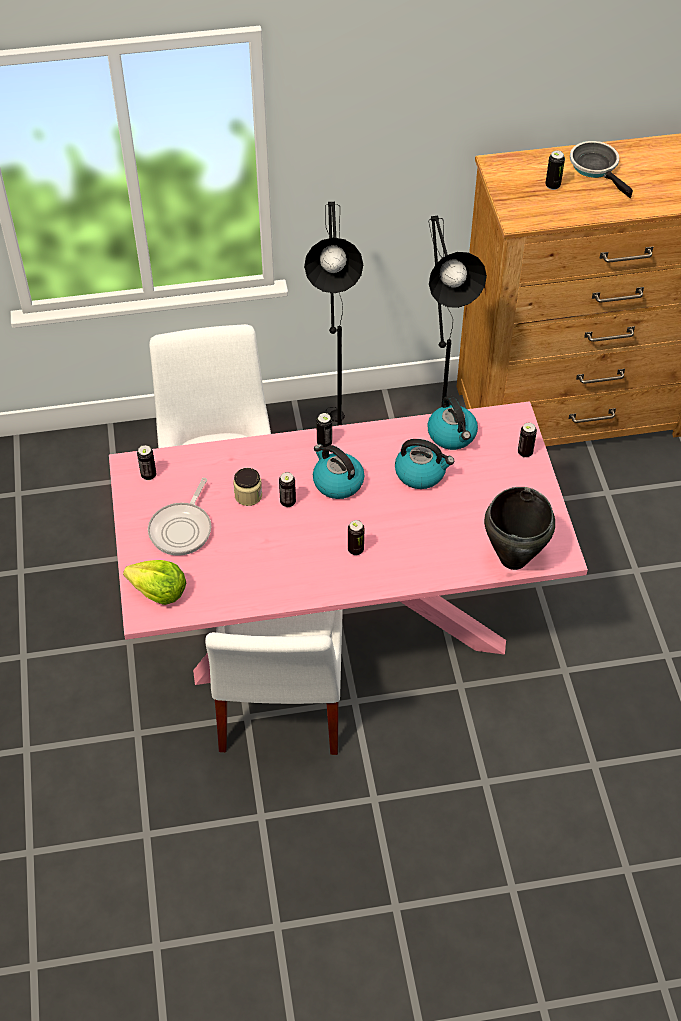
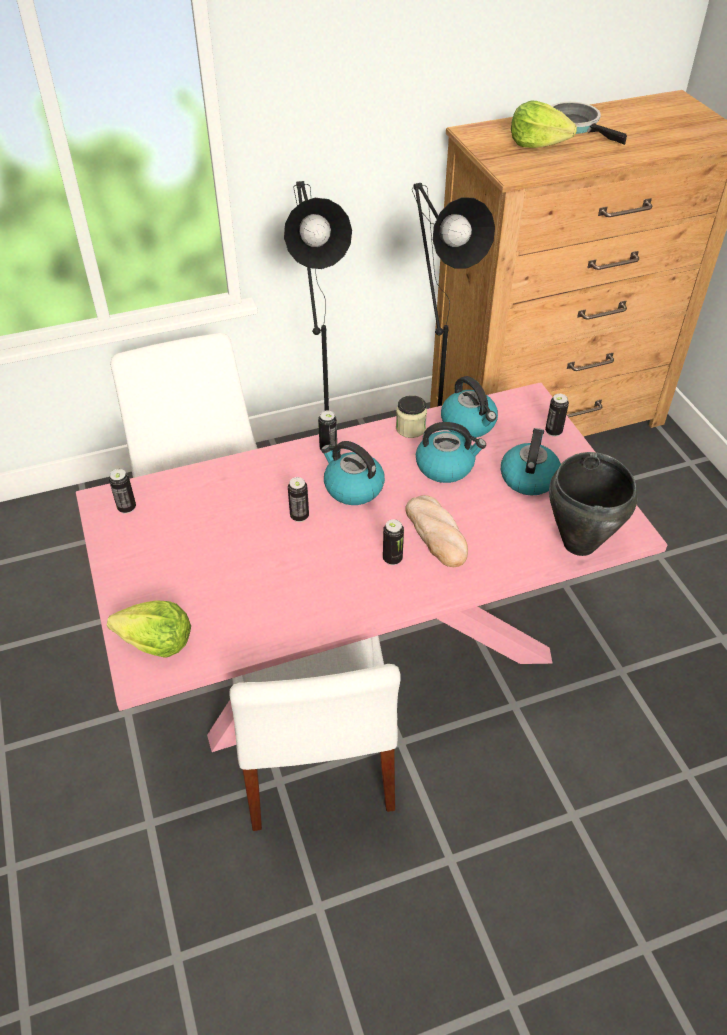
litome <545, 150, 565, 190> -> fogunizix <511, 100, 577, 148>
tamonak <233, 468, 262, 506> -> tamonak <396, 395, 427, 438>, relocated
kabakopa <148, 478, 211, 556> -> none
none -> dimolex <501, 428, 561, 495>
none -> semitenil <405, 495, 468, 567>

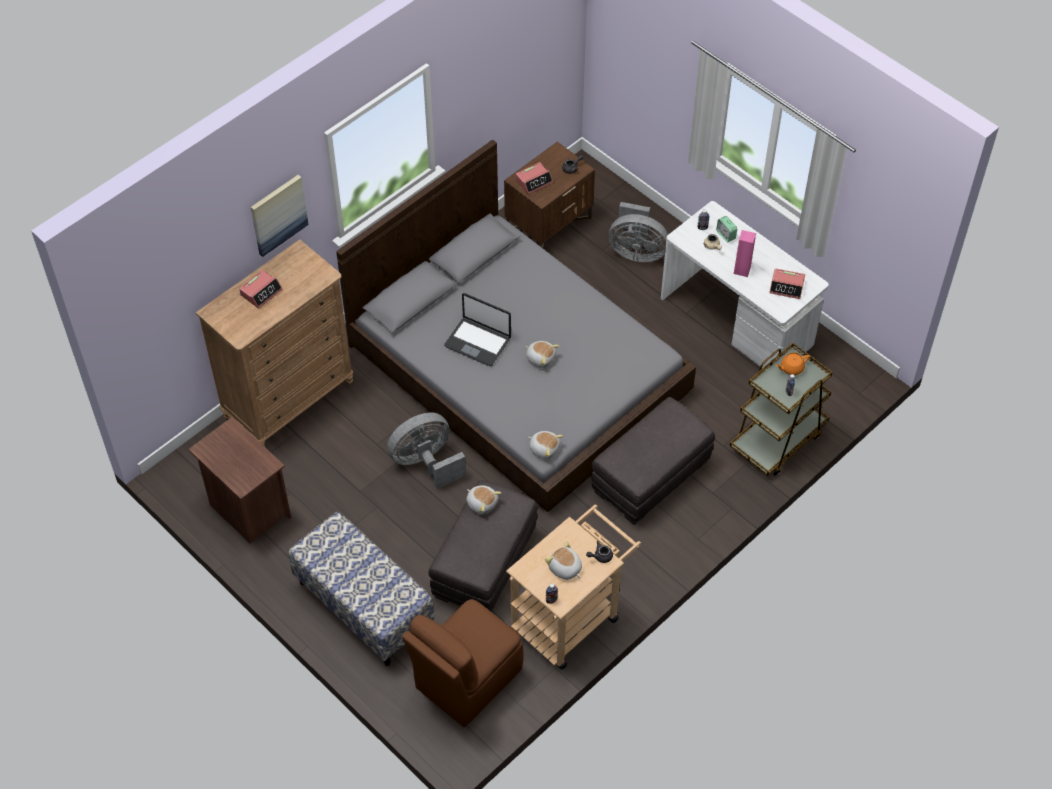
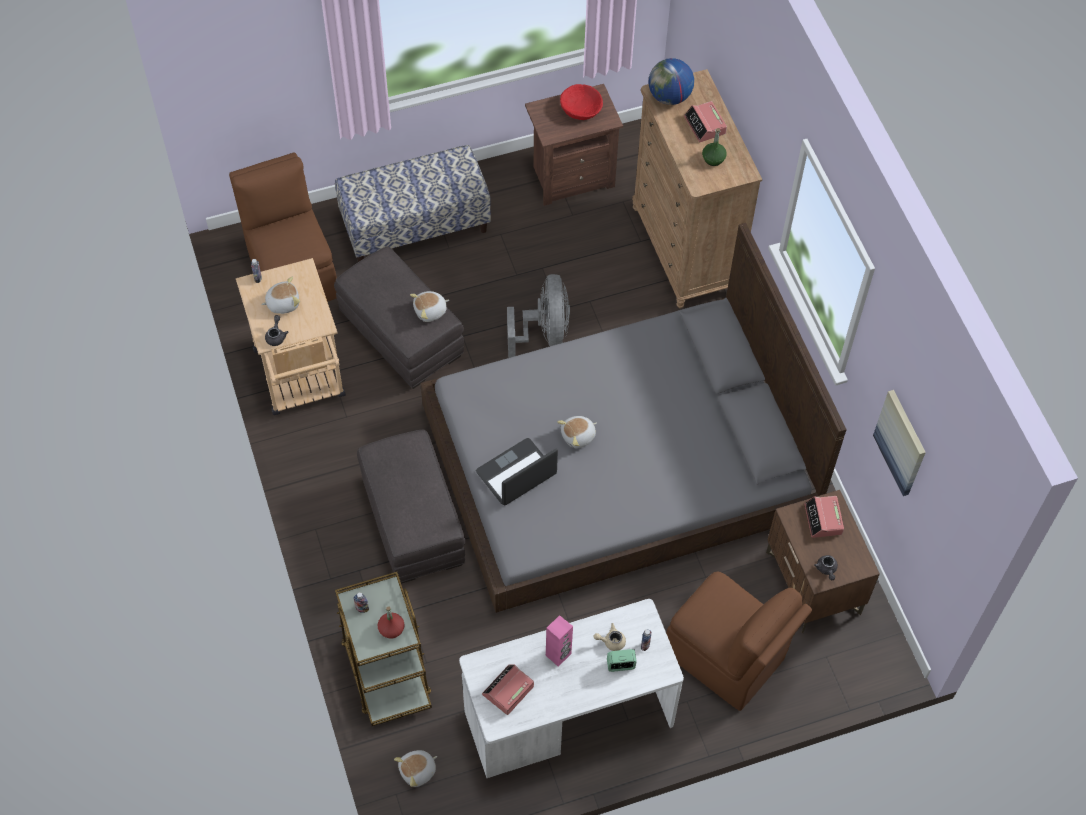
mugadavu <251, 175, 309, 257> -> mugadavu <873, 390, 926, 496>, relocated
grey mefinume <609, 202, 668, 262> -> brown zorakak <666, 572, 812, 711>
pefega <444, 293, 511, 366> -> pefega <476, 438, 558, 505>, relocated
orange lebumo <776, 352, 810, 375> -> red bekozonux <378, 607, 404, 639>
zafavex <528, 431, 563, 459> -> zafavex <394, 750, 438, 787>, relocated
none -> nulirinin <648, 58, 694, 105>
none -> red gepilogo <560, 84, 603, 120>
none -> green bekozonux <702, 128, 727, 166>

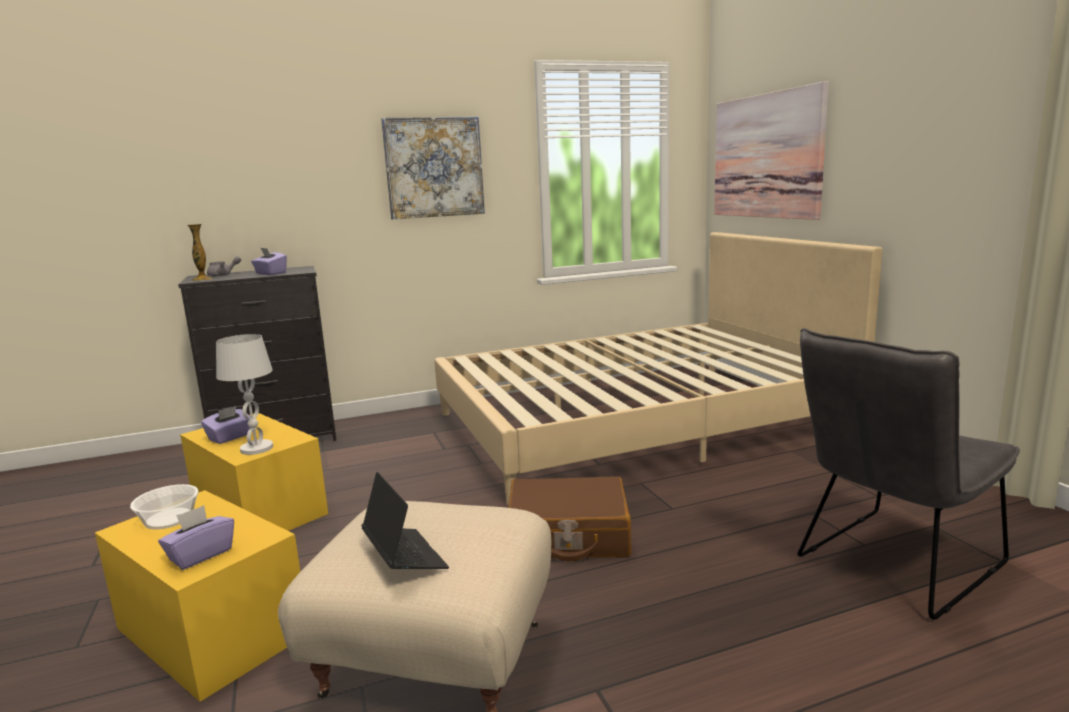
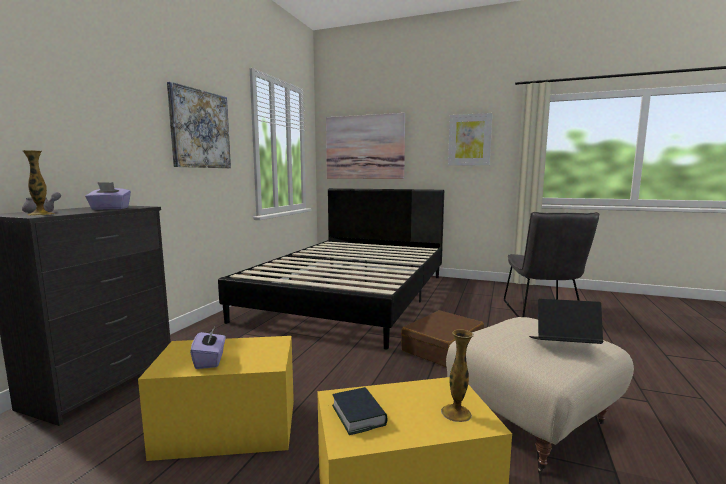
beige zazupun <434, 232, 882, 506> -> black zazupun <218, 188, 444, 349>
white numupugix <216, 334, 273, 455> -> none
gepilogo <130, 484, 198, 530> -> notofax <332, 387, 387, 435>
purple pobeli <158, 505, 234, 570> -> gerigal <441, 329, 474, 422>
none -> mugadavu <448, 113, 492, 166>

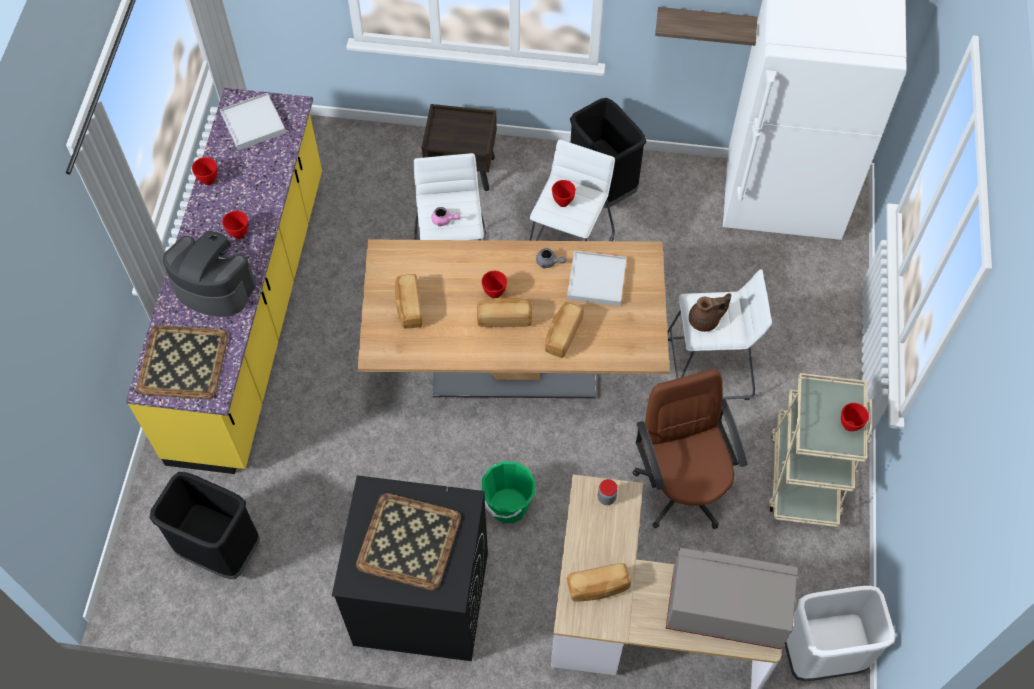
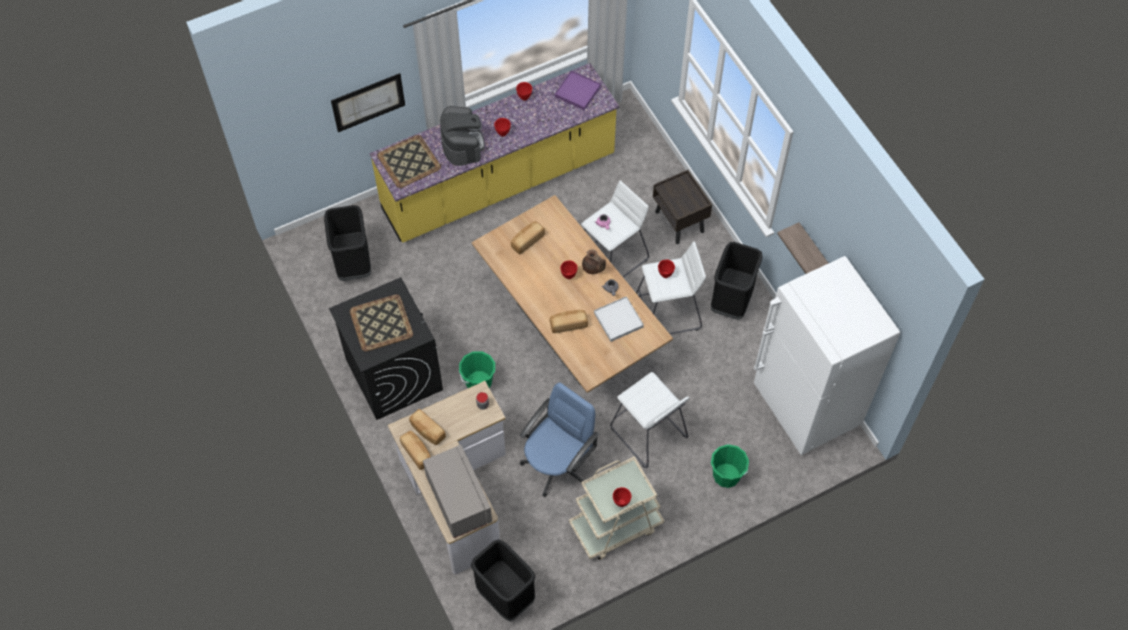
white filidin <220, 93, 286, 150> -> purple filidin <555, 70, 601, 110>
brown lebumo <689, 293, 731, 332> -> brown lebumo <582, 249, 606, 274>, relocated
semitenil <477, 298, 532, 327> -> semitenil <400, 431, 431, 470>, relocated
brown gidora <633, 369, 747, 529> -> blue gidora <520, 383, 599, 497>
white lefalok <785, 586, 895, 681> -> black lefalok <471, 539, 536, 621>
none -> mugadavu <331, 73, 405, 132>
none -> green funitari <711, 444, 749, 488>

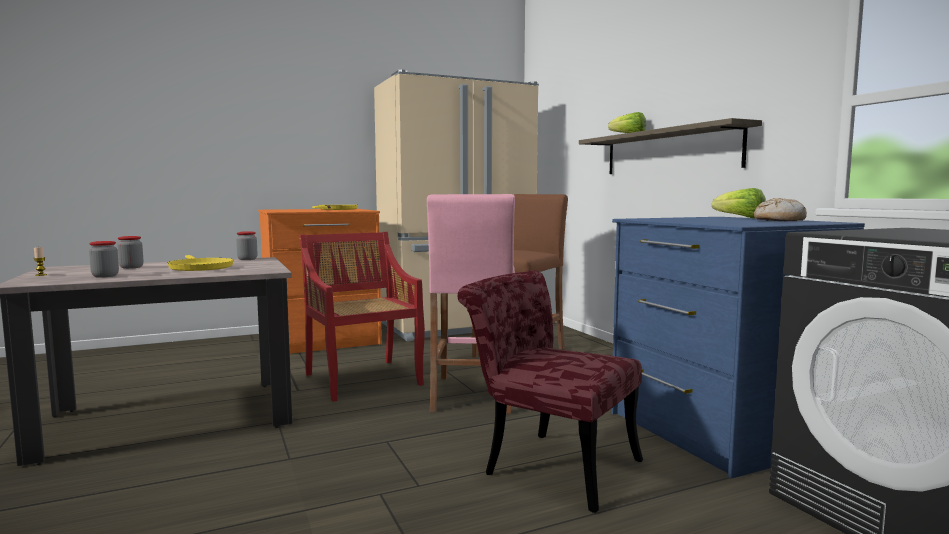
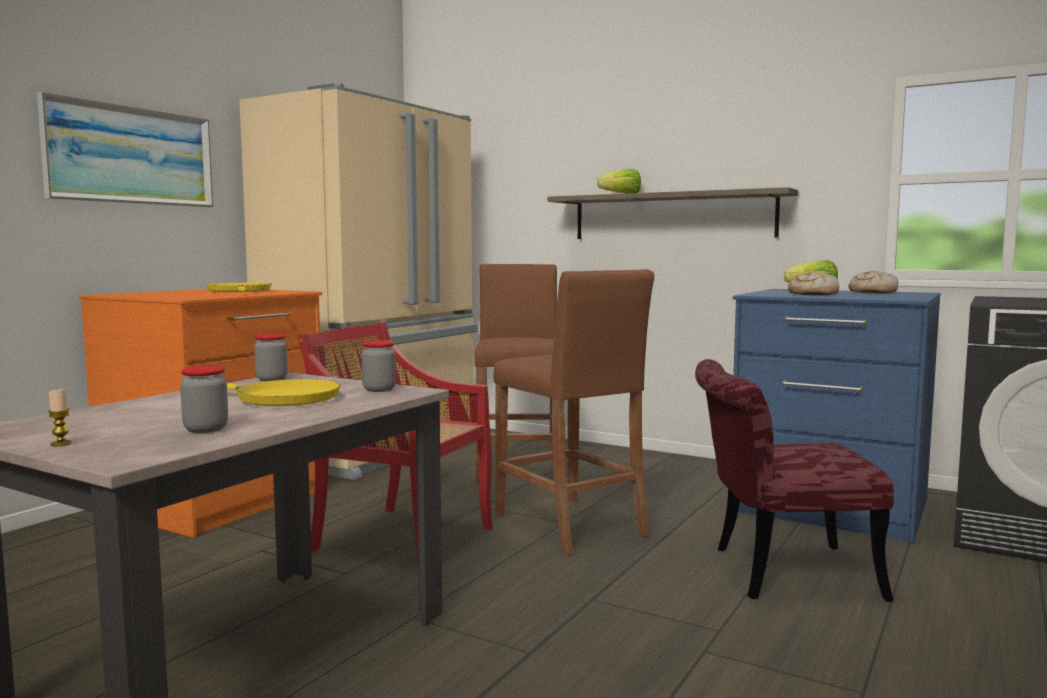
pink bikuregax <427, 194, 515, 414> -> brown bikuregax <493, 269, 654, 555>
tamonak <117, 236, 143, 269> -> tamonak <362, 340, 396, 392>, relocated
none -> mugadavu <37, 92, 213, 207>
none -> semitenil <788, 272, 839, 295>

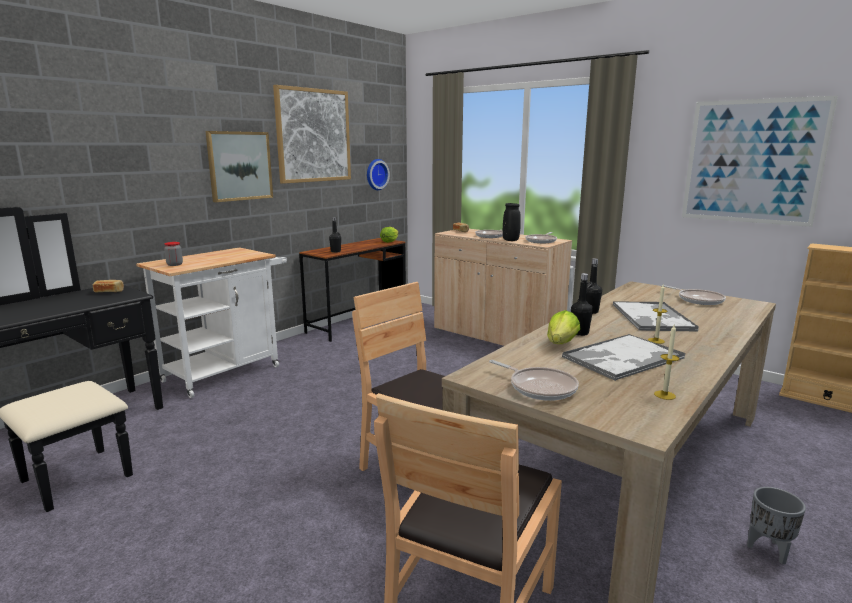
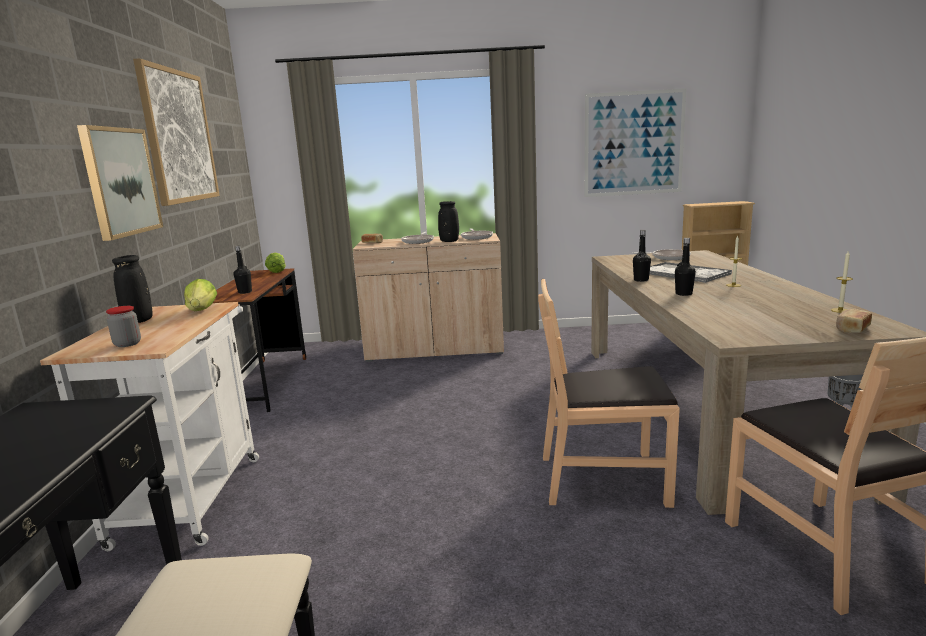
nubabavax <367, 159, 390, 190> -> none
semitenil <93, 280, 124, 292> -> semitenil <836, 309, 872, 333>, relocated
fogunizix <547, 310, 580, 344> -> fogunizix <184, 279, 217, 311>, relocated
filidin <562, 334, 685, 381> -> none
kabakopa <489, 360, 579, 401> -> none
none -> black gerigal <112, 255, 152, 323>

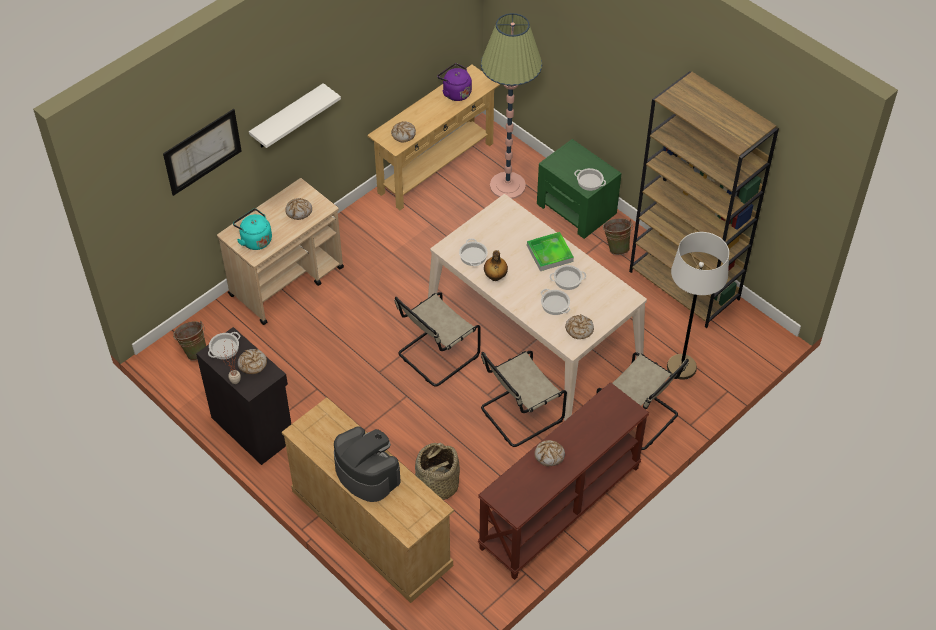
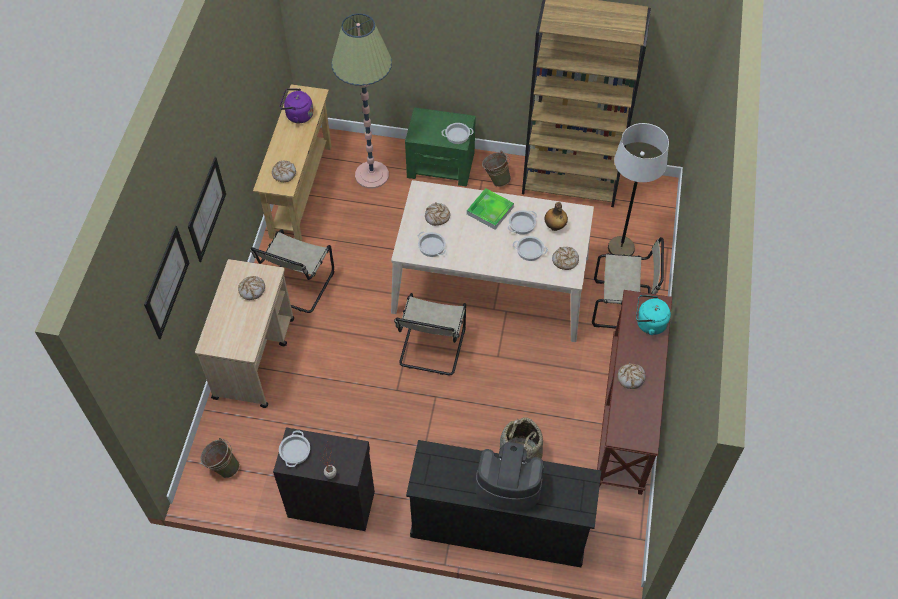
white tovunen <249, 83, 341, 148> -> mugadavu <188, 157, 226, 262>
turquoise dimolex <233, 208, 272, 250> -> turquoise dimolex <636, 295, 671, 335>, relocated
bekozonux <484, 250, 508, 281> -> bekozonux <545, 202, 568, 231>, relocated
semitenil <237, 349, 267, 374> -> semitenil <425, 202, 450, 226>, relocated
beige zorakak <481, 351, 567, 447> -> beige zorakak <250, 229, 334, 313>, relocated
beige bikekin <282, 397, 454, 603> -> black bikekin <406, 440, 601, 567>

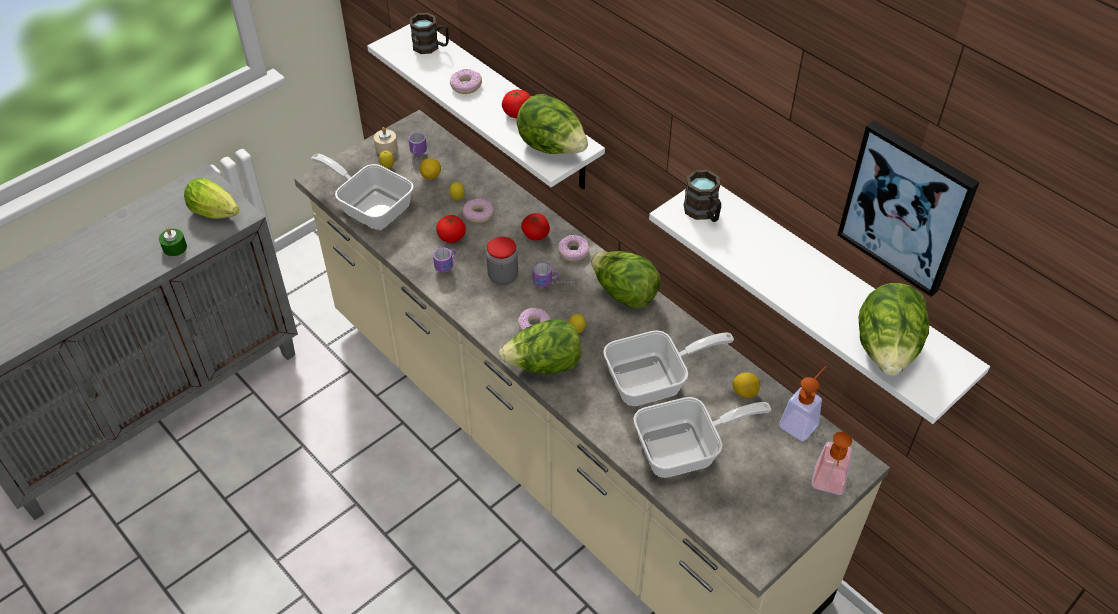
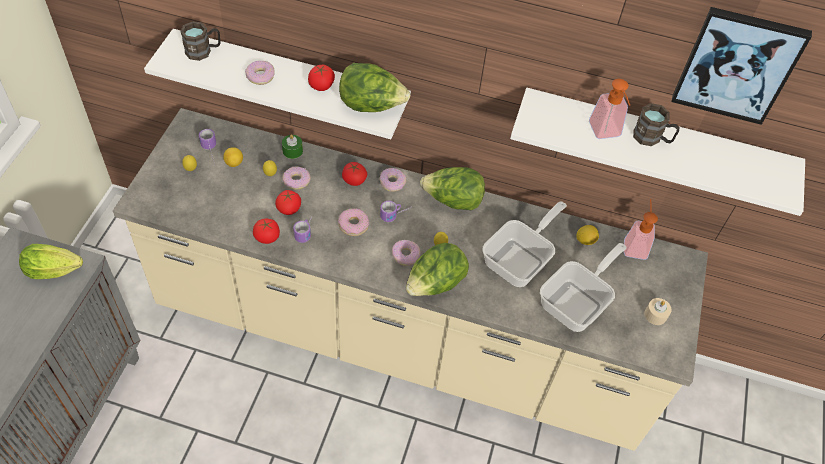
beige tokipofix <374, 127, 398, 154> -> beige tokipofix <645, 298, 671, 325>, relocated
kabakopa <311, 154, 414, 229> -> none
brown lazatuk <684, 170, 721, 222> -> brown lazatuk <633, 103, 679, 146>, relocated
green tokipofix <159, 228, 187, 256> -> green tokipofix <282, 134, 303, 159>, relocated
tamonak <486, 237, 518, 285> -> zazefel <338, 208, 369, 236>
fogunizix <859, 283, 929, 376> -> none
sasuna <812, 432, 852, 495> -> sasuna <589, 79, 630, 139>, relocated
none -> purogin <253, 219, 280, 244>

